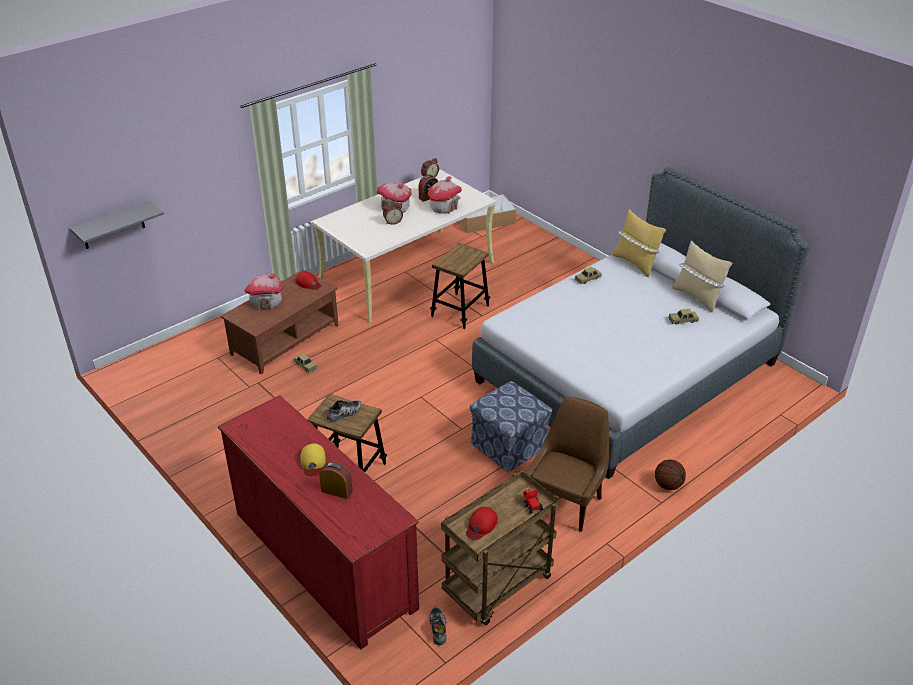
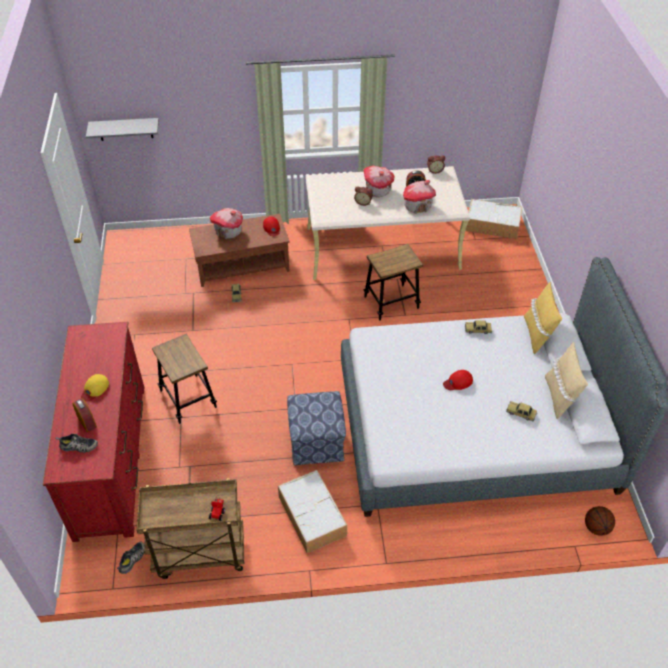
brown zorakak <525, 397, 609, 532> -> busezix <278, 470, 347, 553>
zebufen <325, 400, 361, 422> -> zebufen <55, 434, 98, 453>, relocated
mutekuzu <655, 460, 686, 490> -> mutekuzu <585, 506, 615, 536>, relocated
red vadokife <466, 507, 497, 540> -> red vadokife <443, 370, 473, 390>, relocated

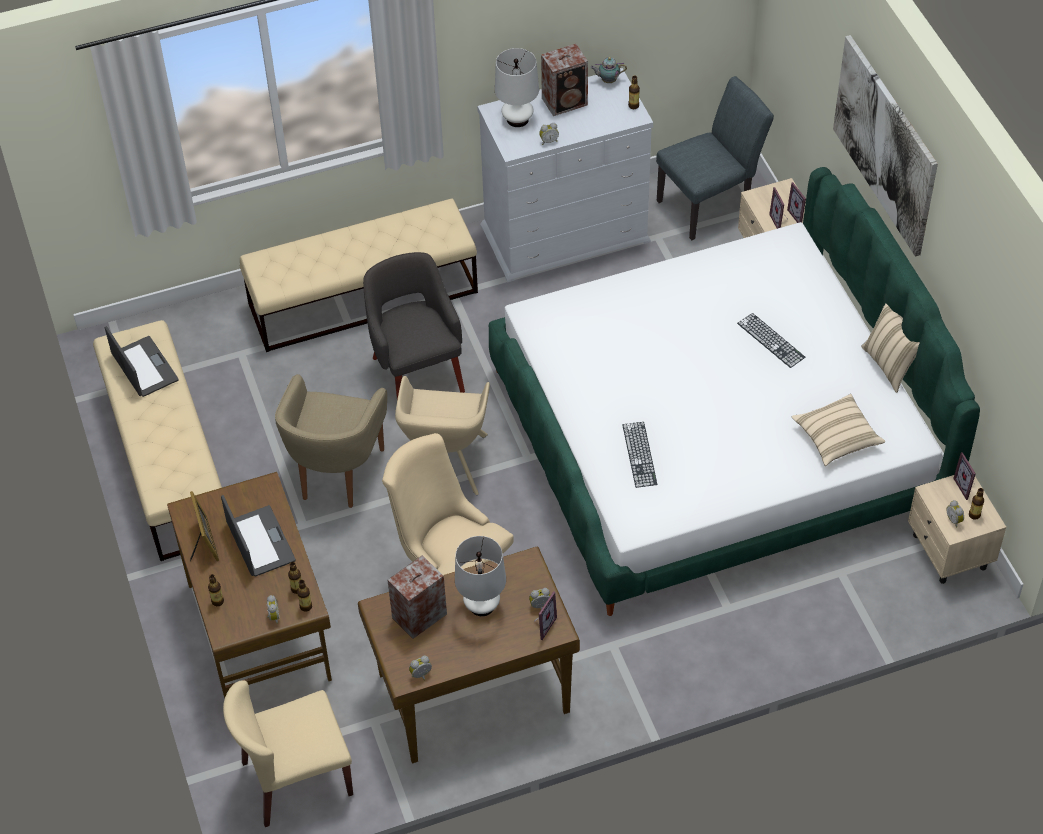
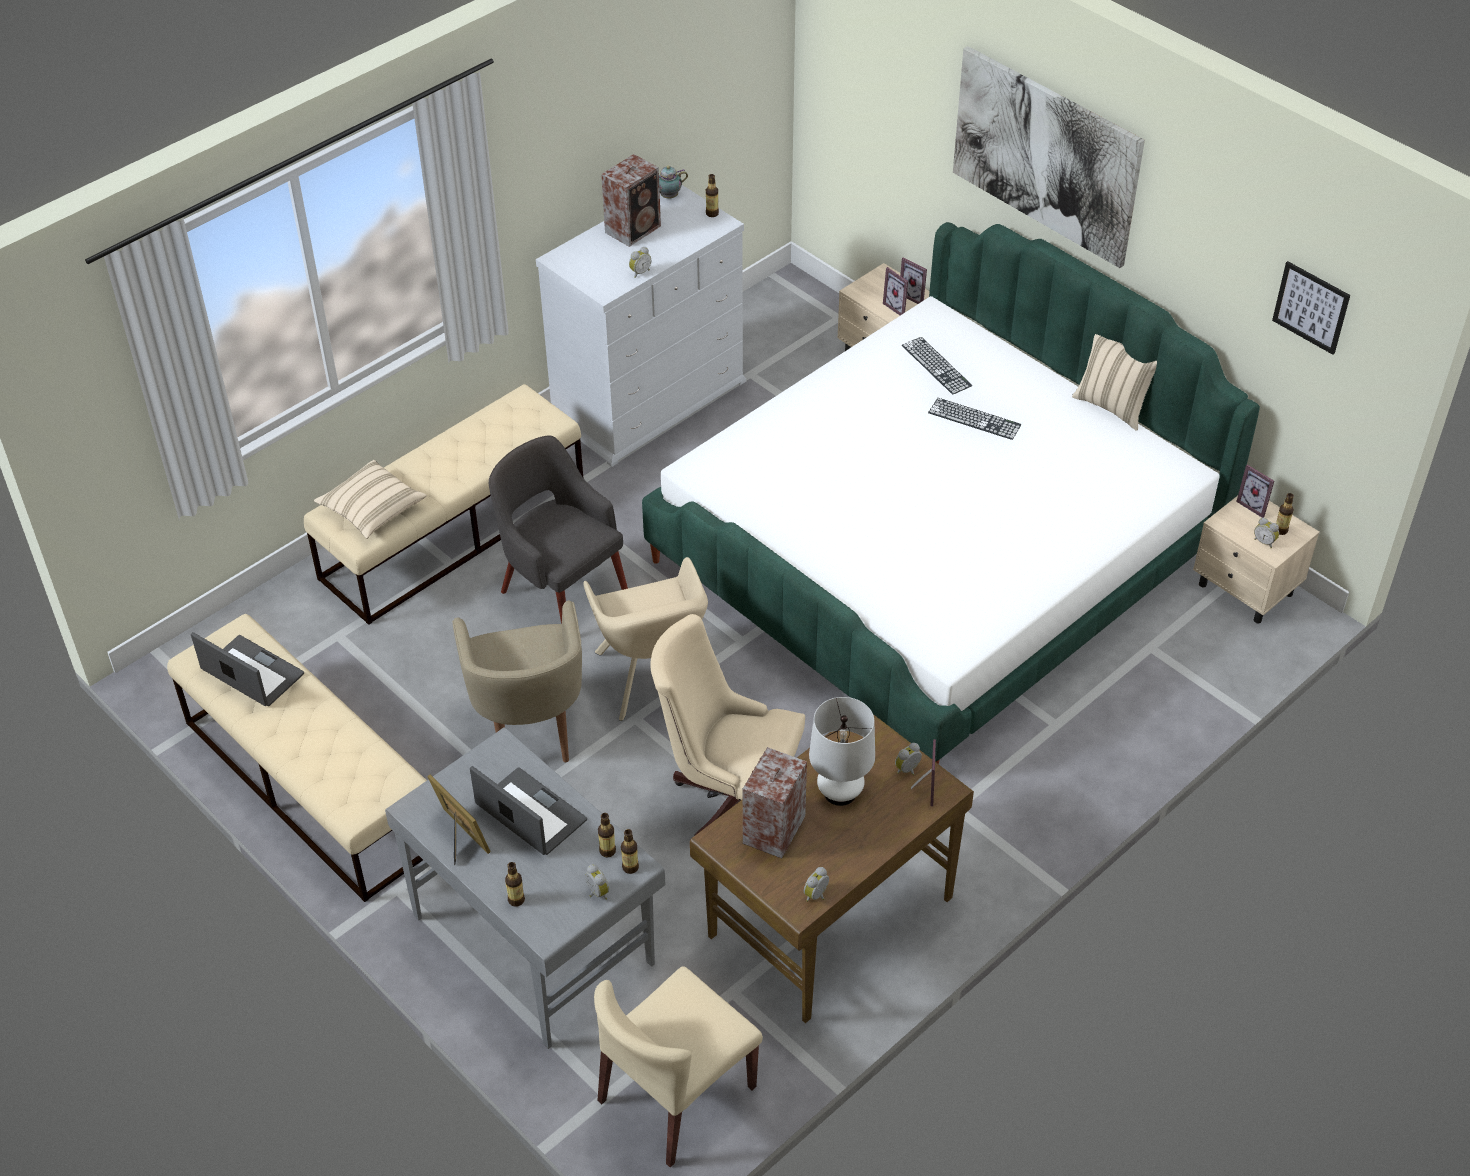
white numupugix <495, 48, 539, 127> -> none
grey zorakak <656, 76, 774, 240> -> none
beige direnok <792, 394, 885, 466> -> beige direnok <314, 460, 427, 539>, relocated
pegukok <622, 422, 657, 488> -> pegukok <902, 337, 972, 395>, relocated
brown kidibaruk <167, 472, 332, 699> -> grey kidibaruk <385, 727, 666, 1049>
none -> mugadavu <1272, 261, 1350, 355>

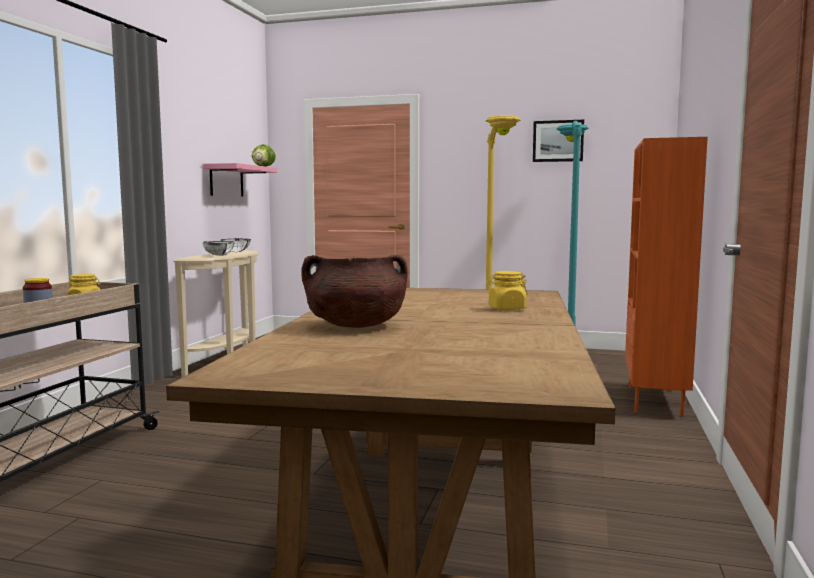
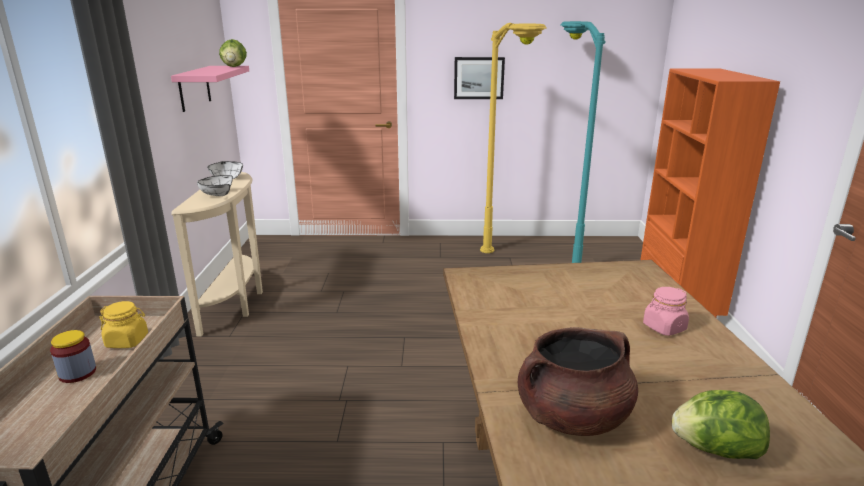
mugadavu <533, 120, 584, 162> -> mugadavu <454, 57, 505, 99>, relocated
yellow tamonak <487, 271, 528, 310> -> pink tamonak <643, 287, 689, 336>
none -> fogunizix <672, 390, 770, 459>

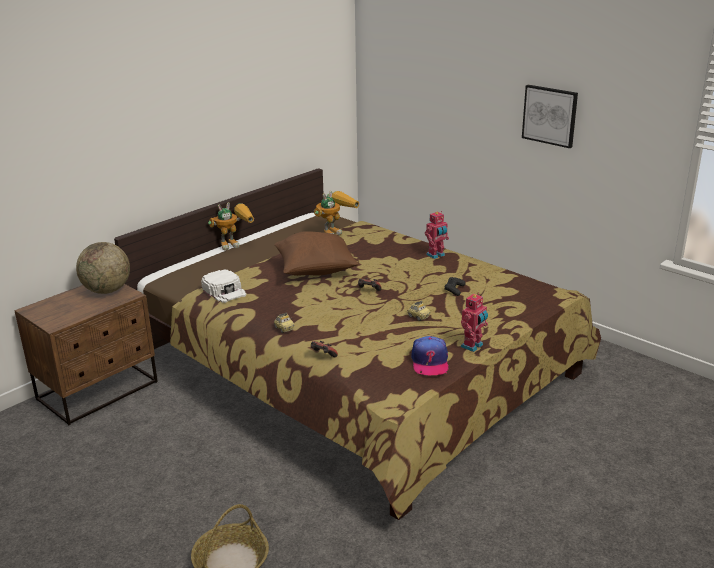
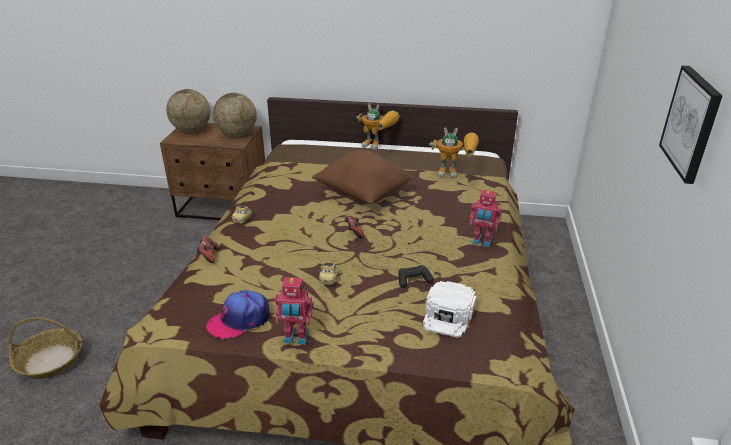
white vadokife <201, 269, 247, 303> -> white vadokife <423, 281, 476, 338>, relocated
none -> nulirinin <166, 89, 210, 132>

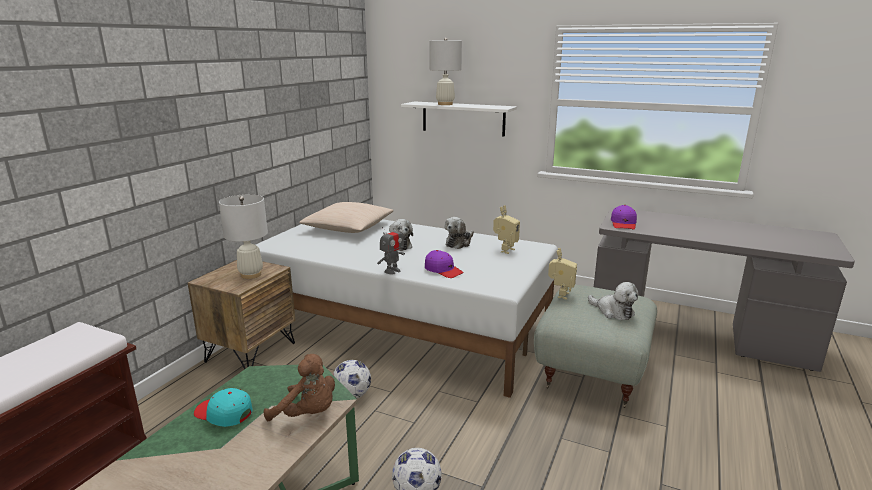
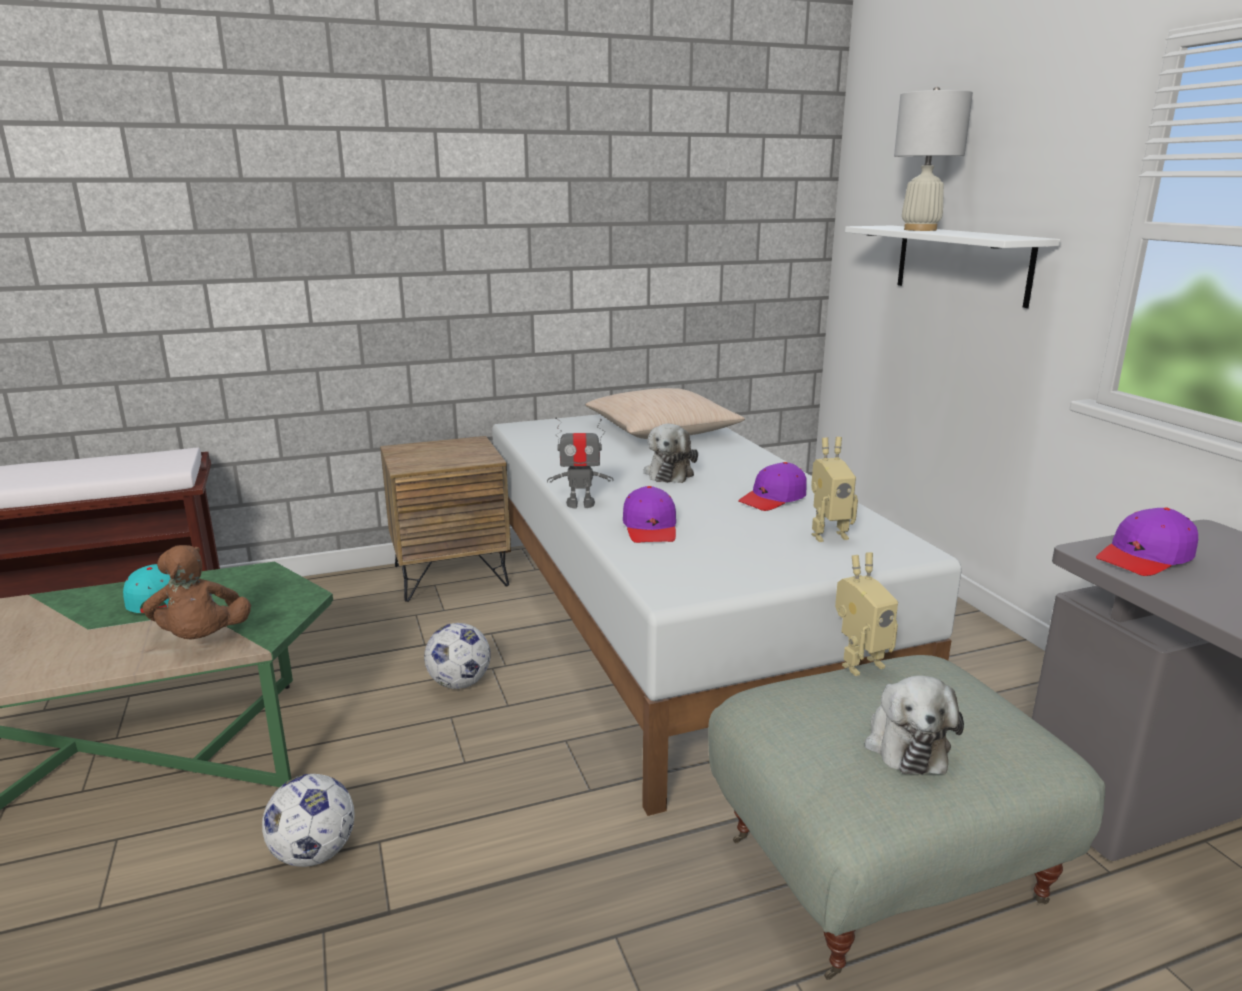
white numupugix <219, 194, 268, 279> -> none
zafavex <444, 217, 474, 249> -> purple vadokife <738, 462, 807, 511>

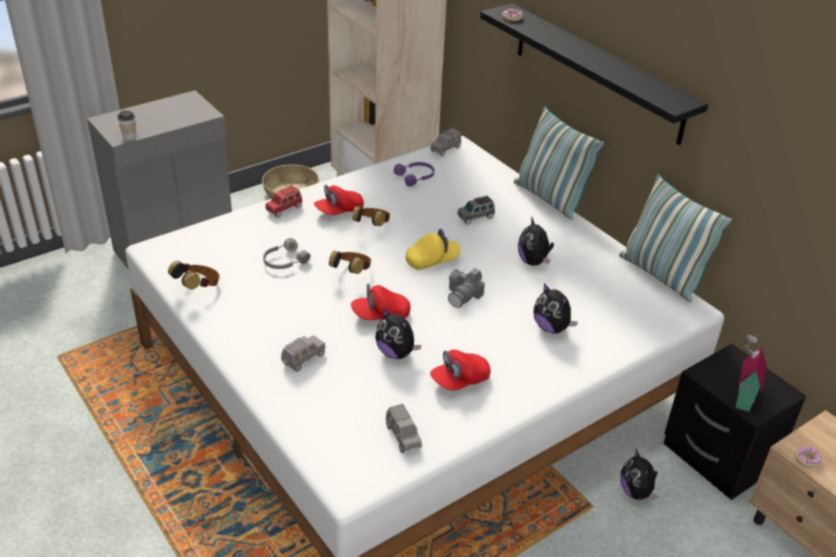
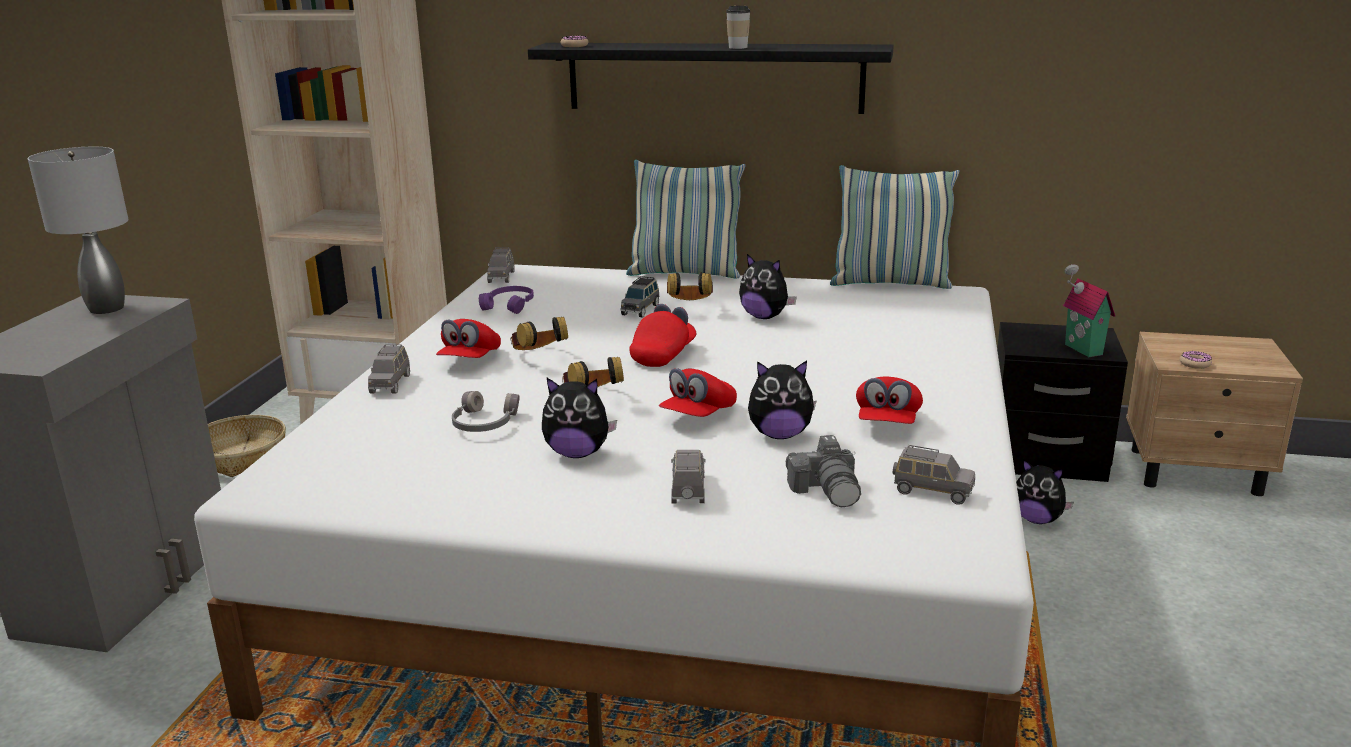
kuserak <117, 110, 136, 141> -> kuserak <726, 6, 750, 49>, relocated
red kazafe <266, 185, 302, 218> -> grey kazafe <368, 344, 410, 394>
yellow vadokife <406, 229, 460, 270> -> red vadokife <629, 304, 696, 367>
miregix <168, 261, 220, 290> -> miregix <667, 273, 713, 300>, relocated
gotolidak <448, 268, 485, 308> -> gotolidak <786, 435, 861, 507>, relocated
zafavex <534, 283, 578, 333> -> zafavex <542, 378, 617, 458>, relocated
none -> grey numupugix <27, 147, 128, 314>

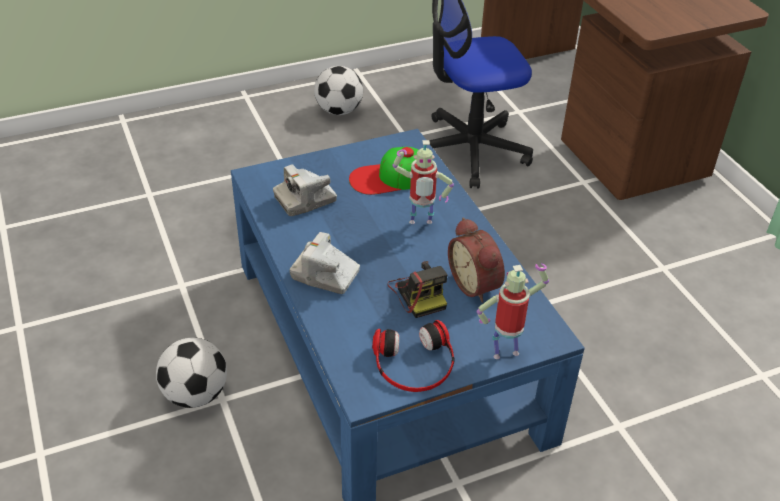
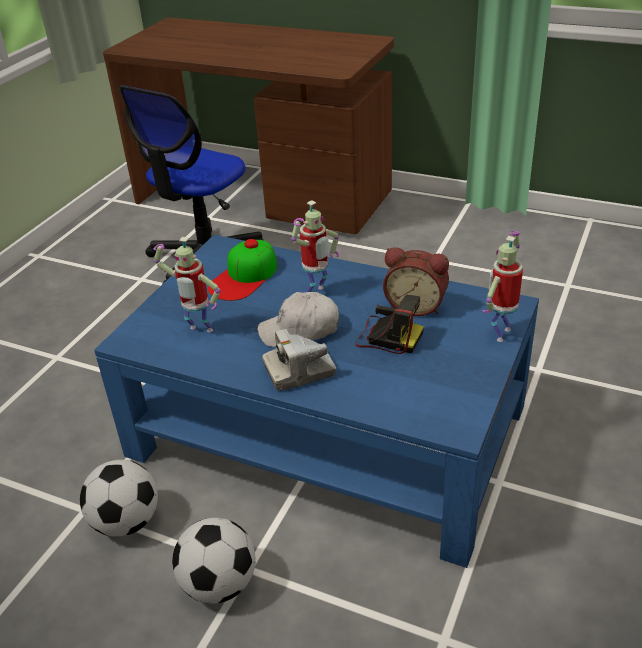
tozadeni <314, 66, 363, 115> -> tozadeni <80, 460, 158, 537>, relocated
gotolidak <273, 164, 337, 216> -> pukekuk <154, 237, 221, 332>
miregix <372, 320, 455, 392> -> none
none -> white vadokife <257, 292, 339, 347>

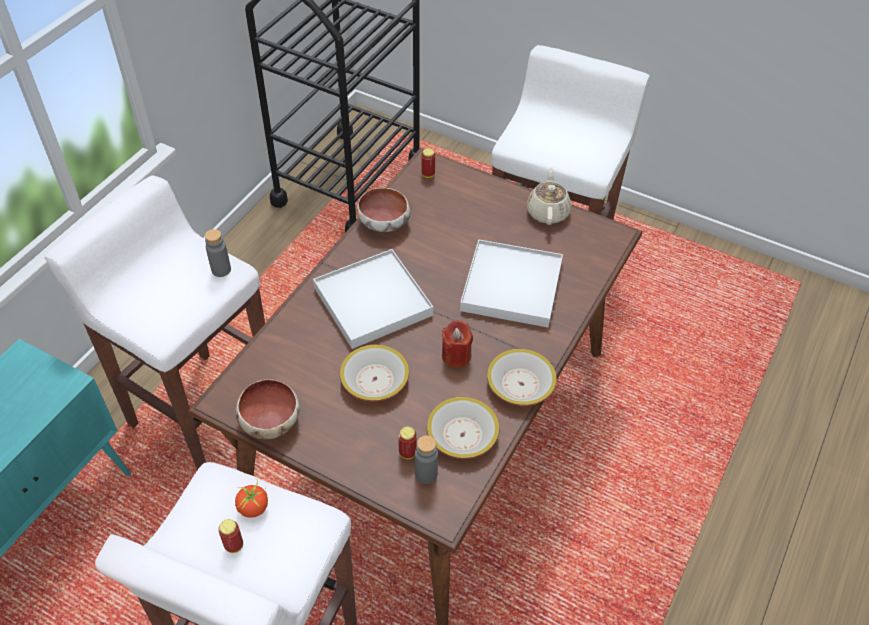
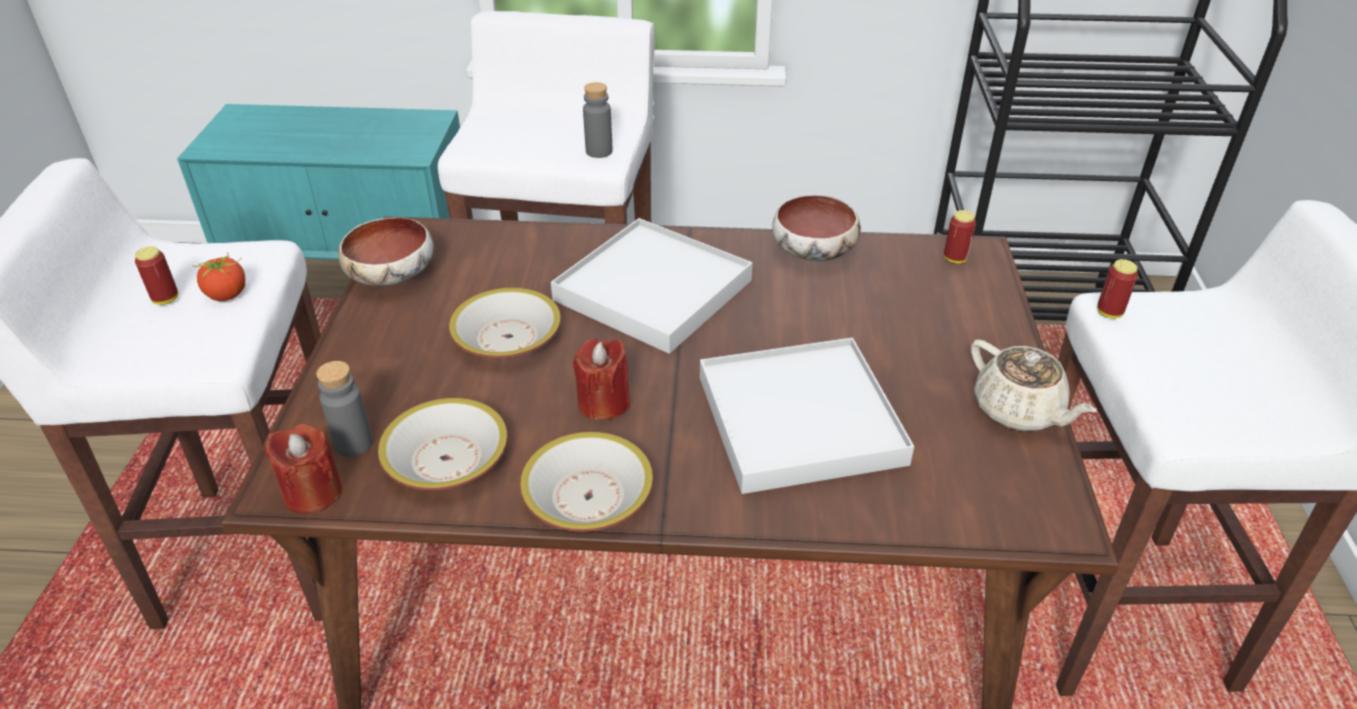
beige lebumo <527, 167, 572, 225> -> beige lebumo <971, 339, 1097, 431>, 75 degrees clockwise
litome <398, 427, 417, 459> -> litome <1097, 259, 1138, 318>, relocated
none -> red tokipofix <265, 424, 342, 514>

